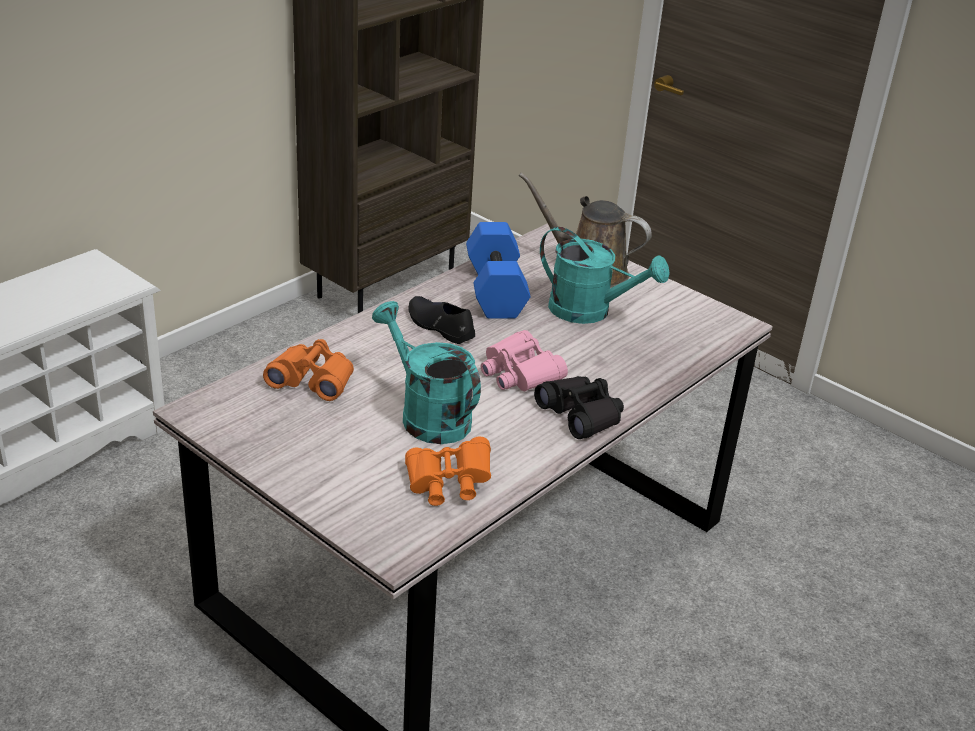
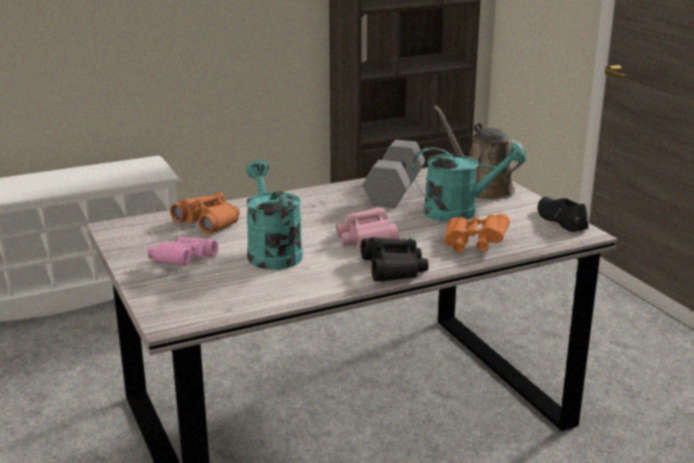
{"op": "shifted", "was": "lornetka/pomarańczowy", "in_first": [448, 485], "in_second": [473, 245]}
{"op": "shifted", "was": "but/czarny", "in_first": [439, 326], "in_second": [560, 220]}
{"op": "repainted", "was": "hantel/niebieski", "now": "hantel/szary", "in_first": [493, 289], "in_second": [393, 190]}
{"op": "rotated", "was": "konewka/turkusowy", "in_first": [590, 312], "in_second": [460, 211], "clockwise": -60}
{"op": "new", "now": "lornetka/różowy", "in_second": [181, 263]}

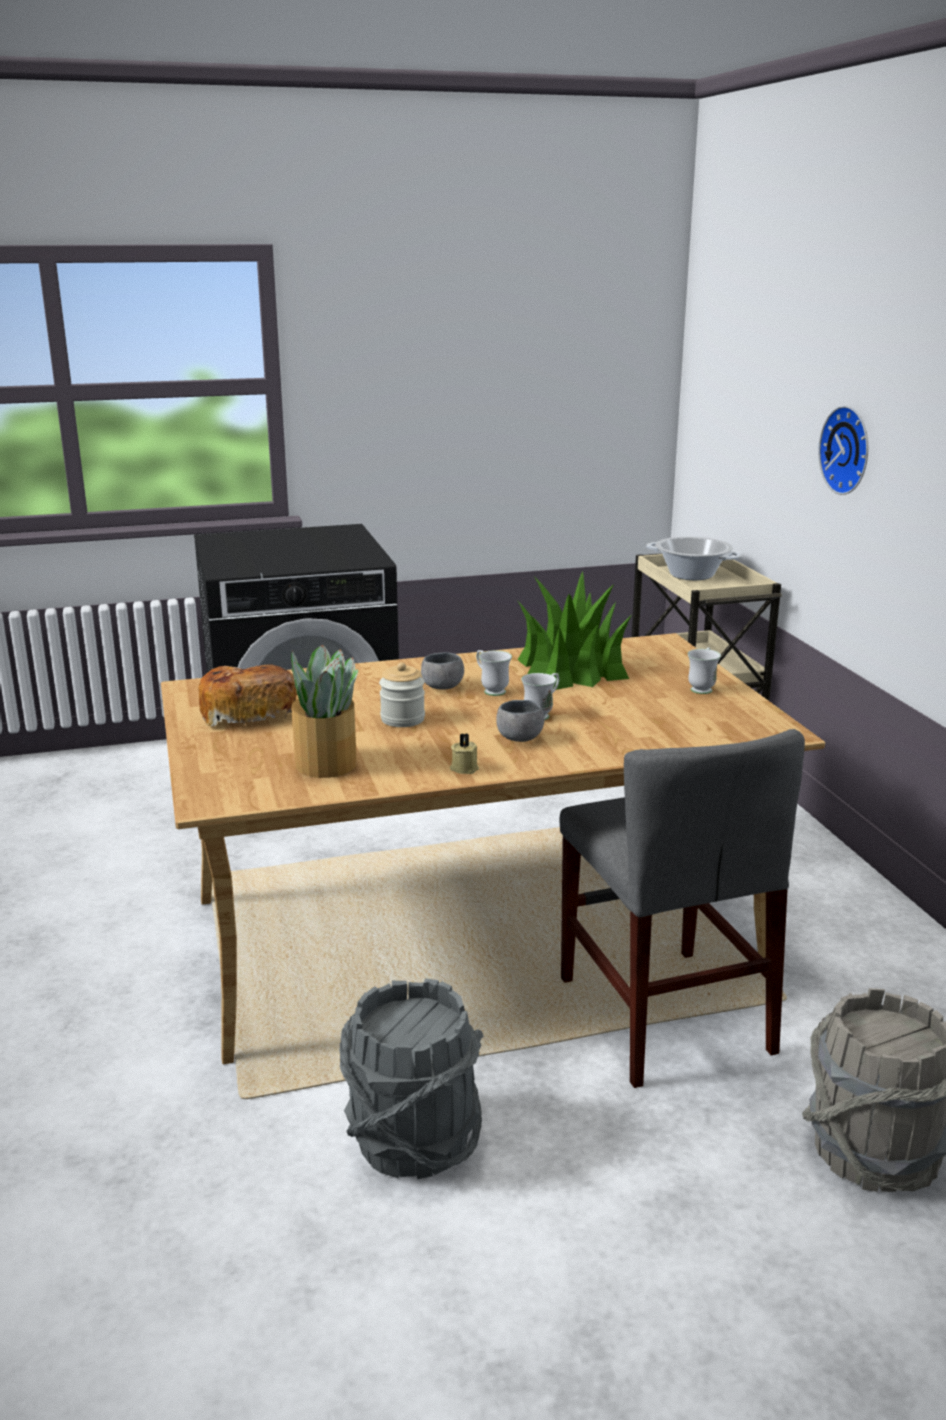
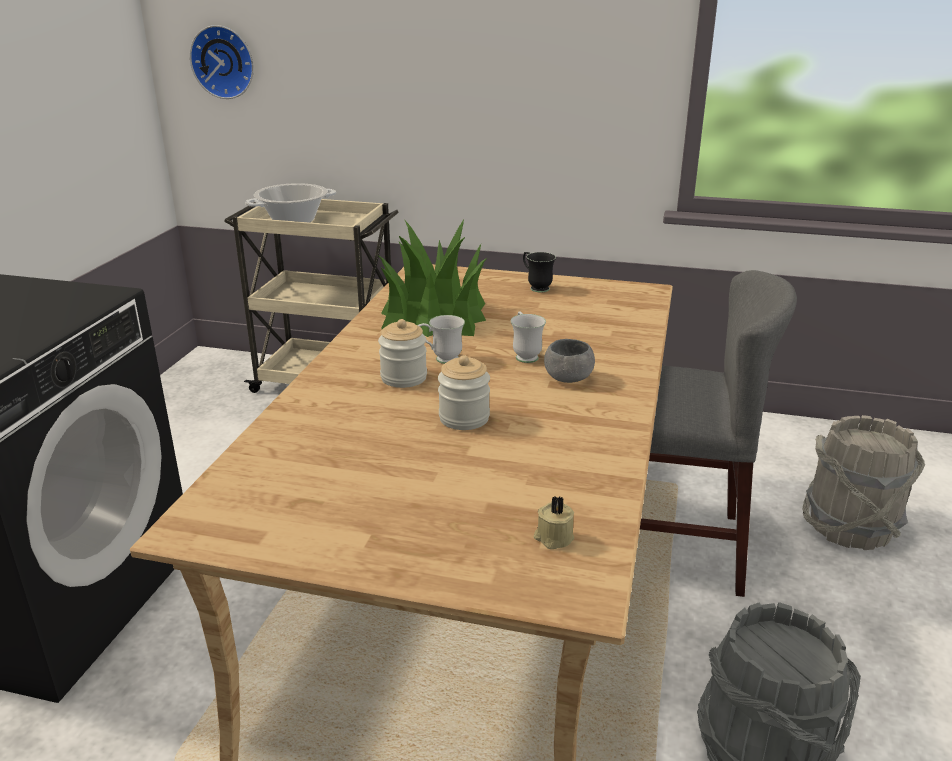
{"op": "gone", "was": "chleb", "in_first": [247, 711]}
{"op": "gone", "was": "roślina doniczkowa", "in_first": [326, 762]}
{"op": "swapped", "was": "miska/szary", "now": "słoik", "in_first": [442, 687], "in_second": [403, 378]}
{"op": "shifted", "was": "świeca/beżowy", "in_first": [464, 768], "in_second": [553, 538]}
{"op": "repainted", "was": "kubek/biały", "now": "kubek/czarny", "in_first": [702, 688], "in_second": [536, 287]}
{"op": "shifted", "was": "zegar ścienny", "in_first": [849, 450], "in_second": [224, 62]}

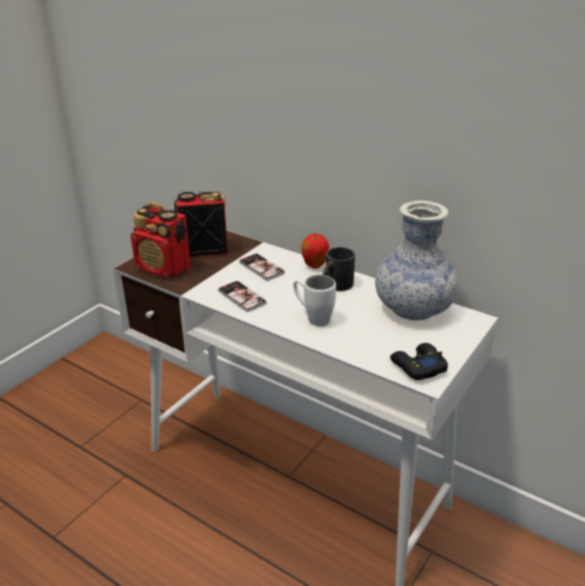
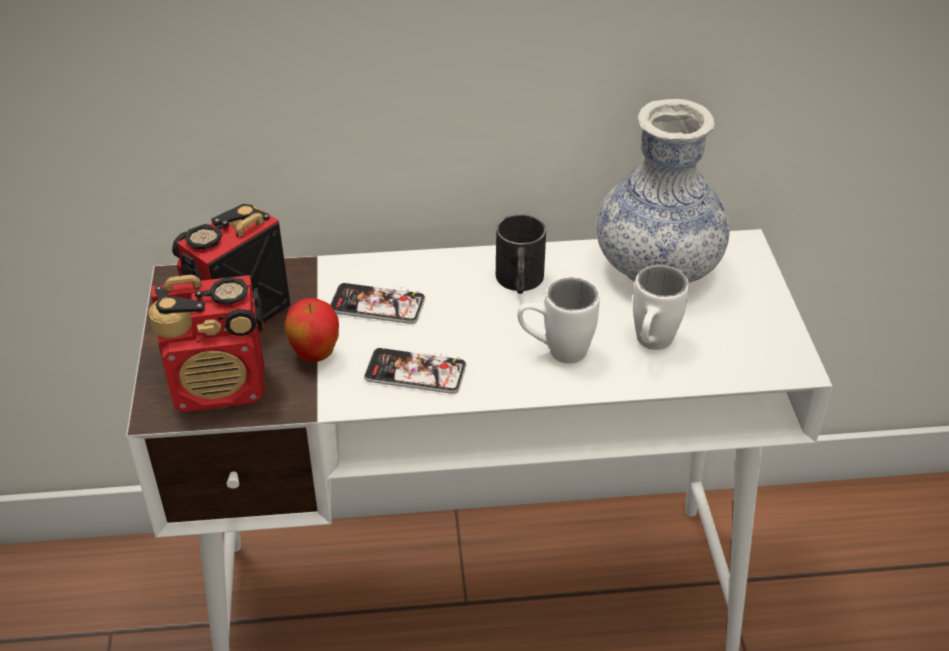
{"op": "shifted", "was": "jabłko", "in_first": [314, 266], "in_second": [315, 355]}
{"op": "gone", "was": "pad do gier/czarny", "in_first": [417, 366]}
{"op": "new", "now": "kubek/biały", "in_second": [651, 346]}

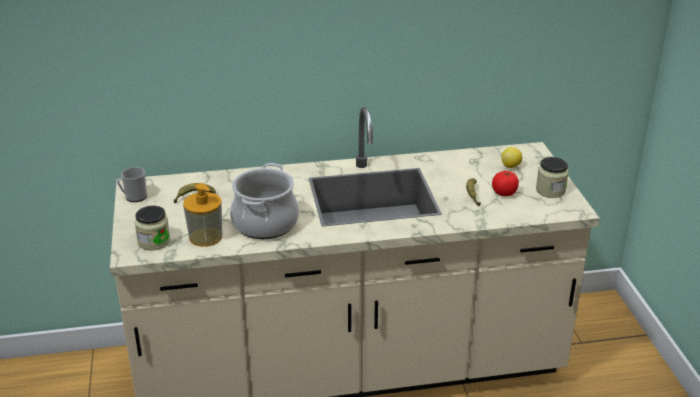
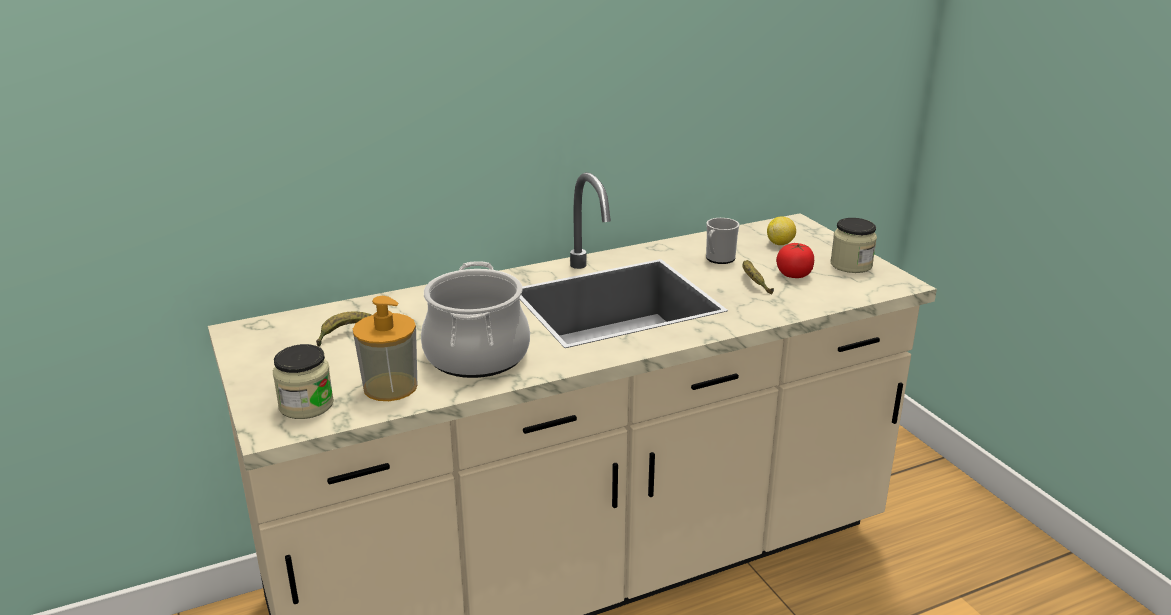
{"op": "shifted", "was": "kubek", "in_first": [133, 197], "in_second": [718, 259]}

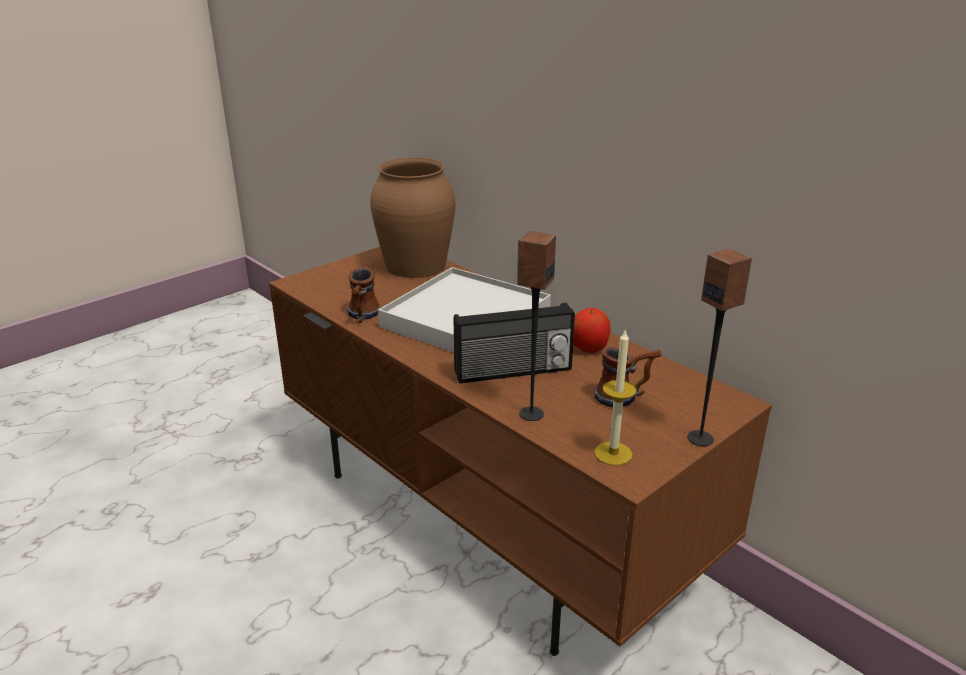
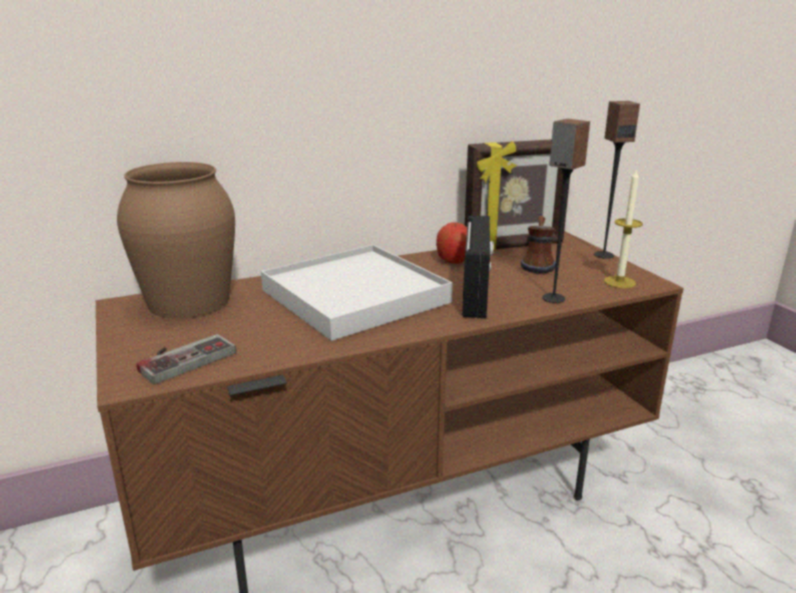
{"op": "gone", "was": "kubek", "in_first": [362, 316]}
{"op": "new", "now": "pad do gier", "in_second": [182, 357]}
{"op": "new", "now": "ramka na zdjęcie", "in_second": [514, 246]}

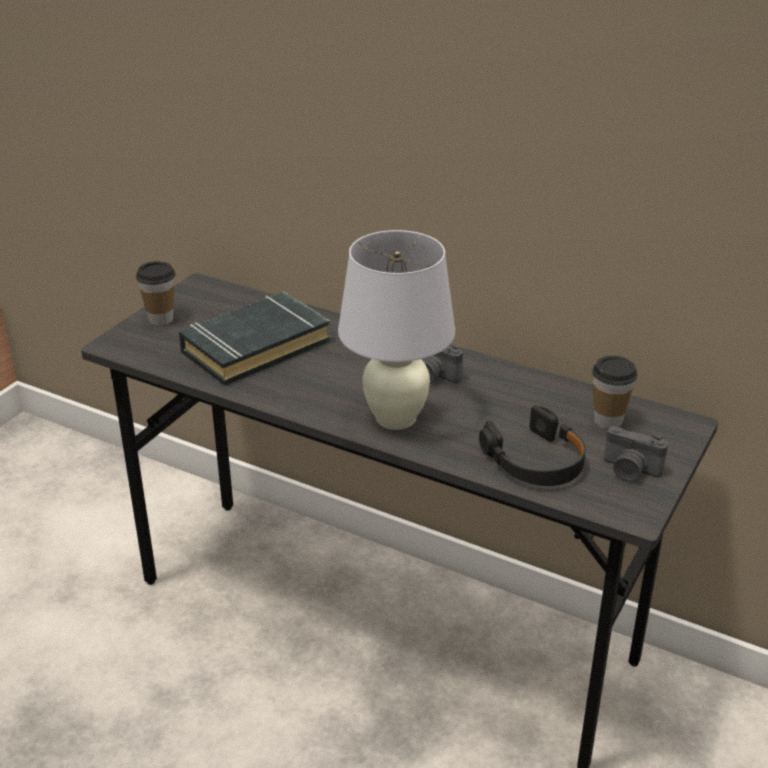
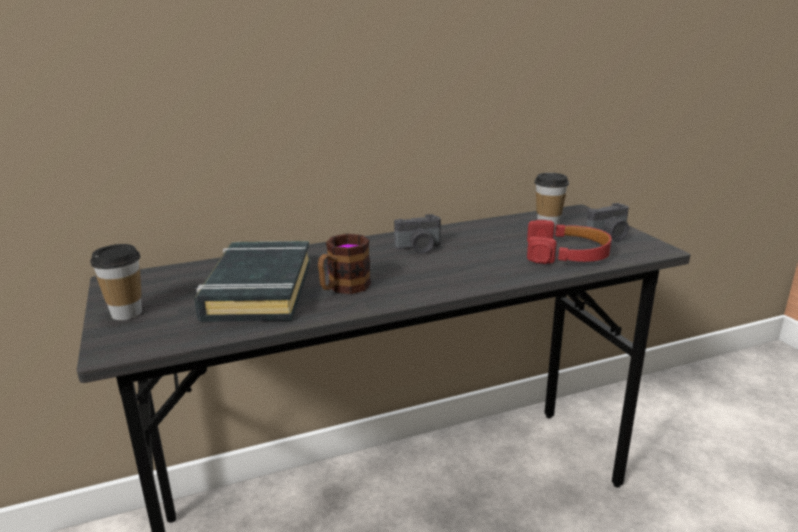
{"op": "gone", "was": "lampa stołowa/biały", "in_first": [395, 418]}
{"op": "repainted", "was": "słuchawki/czarny", "now": "słuchawki/czerwony", "in_first": [536, 461], "in_second": [567, 254]}
{"op": "new", "now": "kubek", "in_second": [343, 288]}

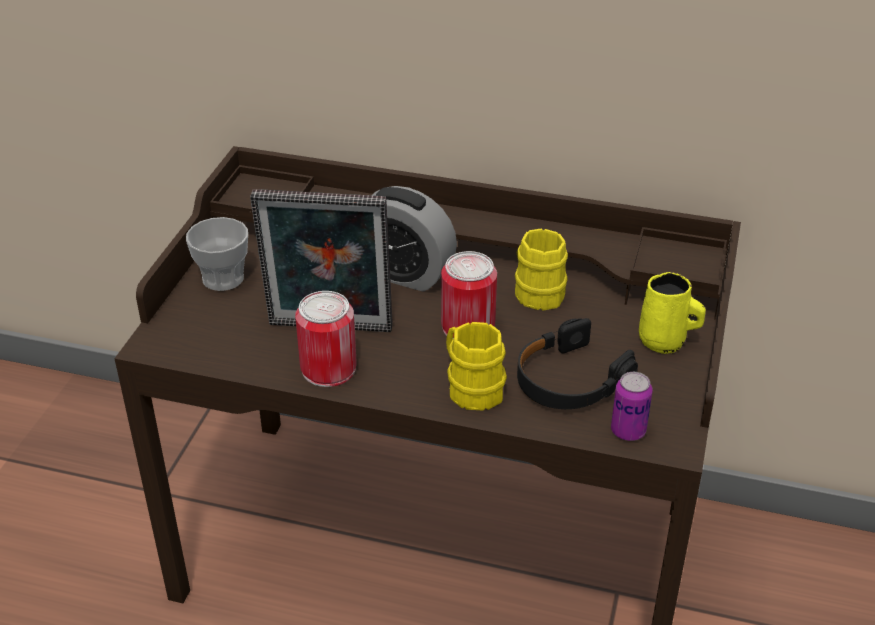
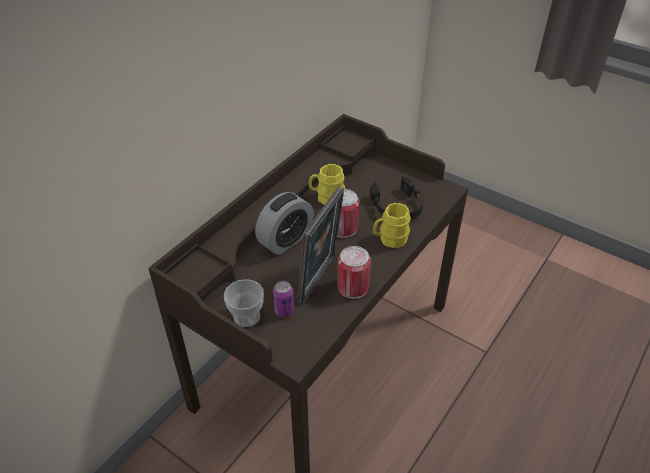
{"op": "shifted", "was": "puszka", "in_first": [628, 431], "in_second": [284, 311]}
{"op": "gone", "was": "kubek/żółty", "in_first": [664, 342]}

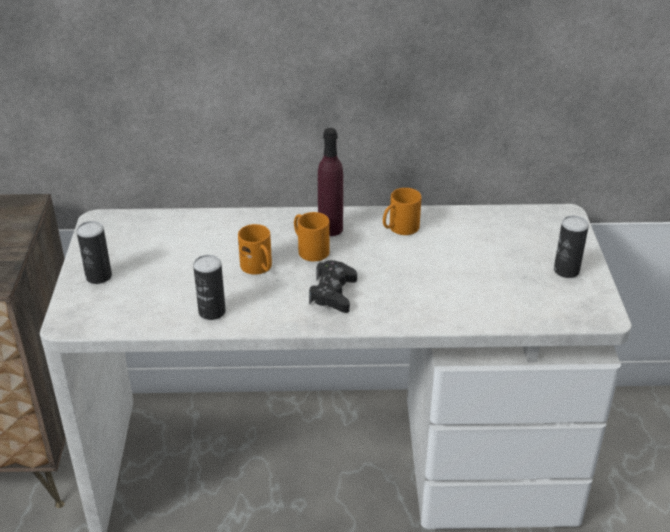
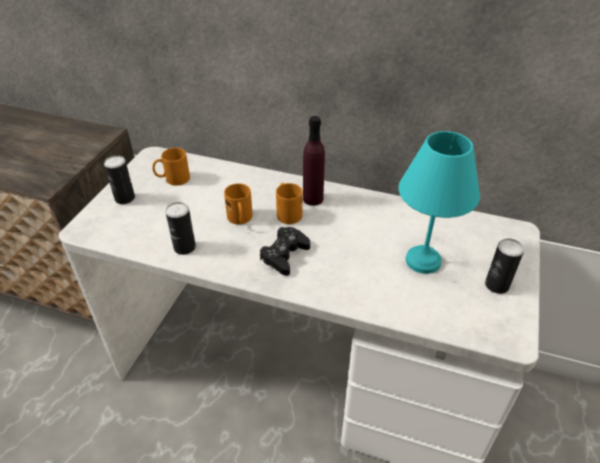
{"op": "shifted", "was": "kubek/pomarańczowy", "in_first": [399, 229], "in_second": [172, 179]}
{"op": "new", "now": "lampa stołowa/turkusowy", "in_second": [423, 259]}

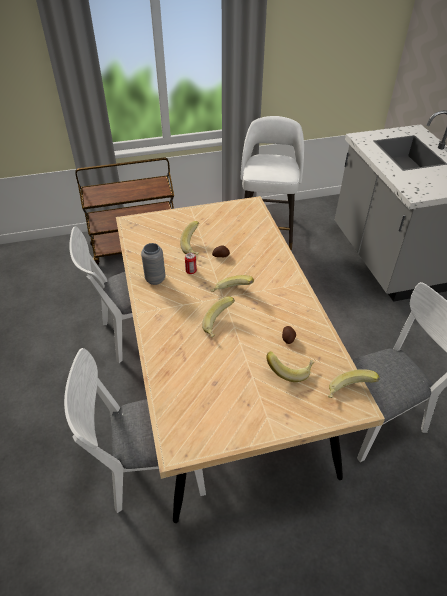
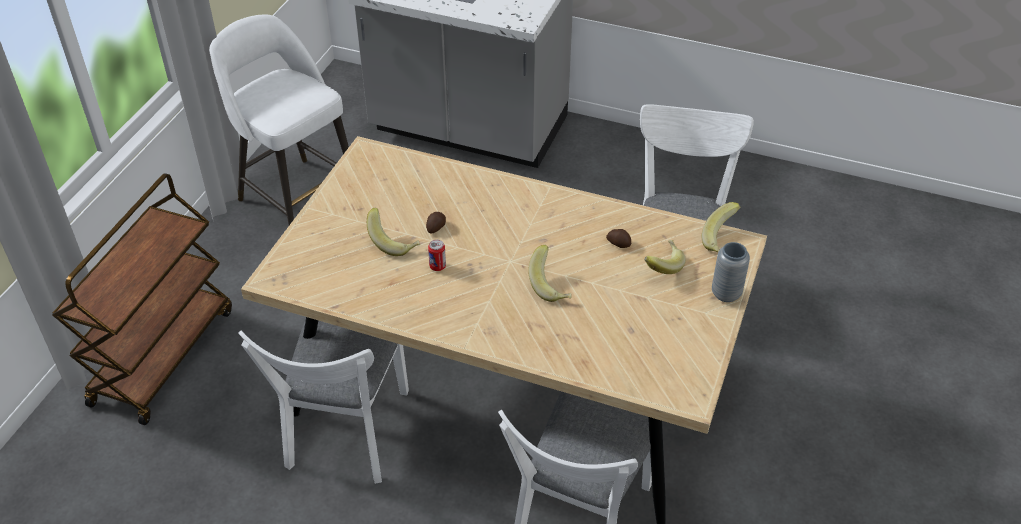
{"op": "shifted", "was": "wazon/szary", "in_first": [155, 279], "in_second": [726, 294]}
{"op": "gone", "was": "banan", "in_first": [231, 293]}

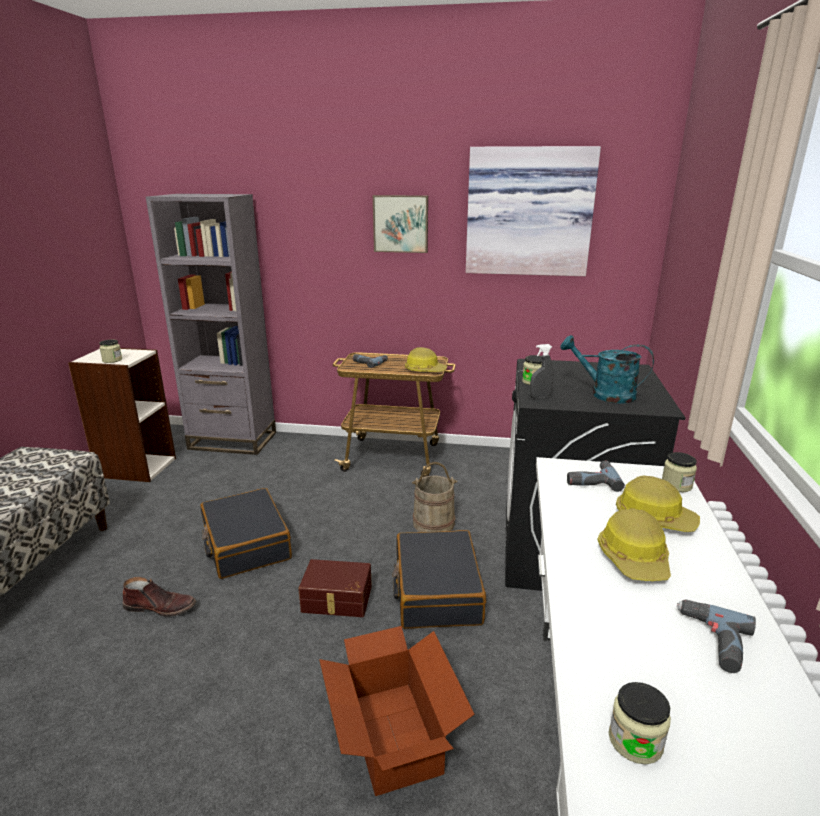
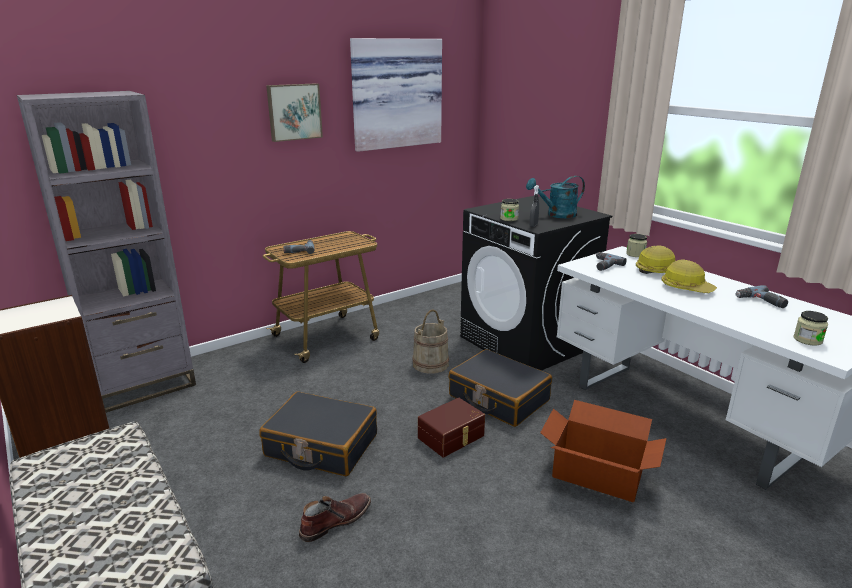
{"op": "gone", "was": "słoik", "in_first": [112, 360]}
{"op": "gone", "was": "kask", "in_first": [425, 370]}

